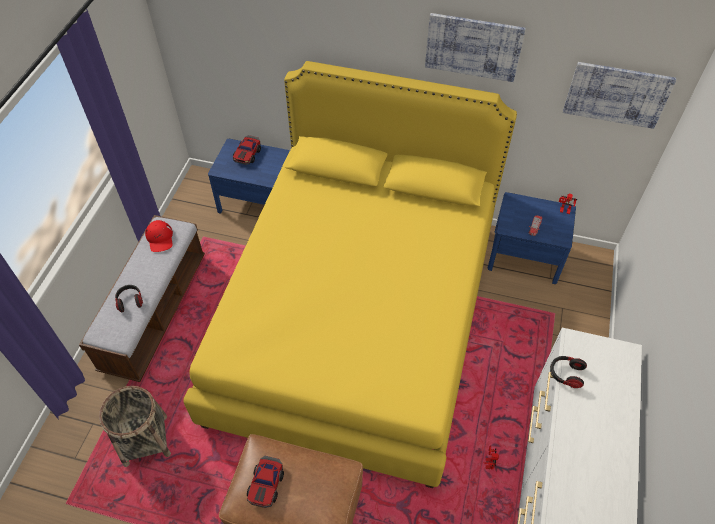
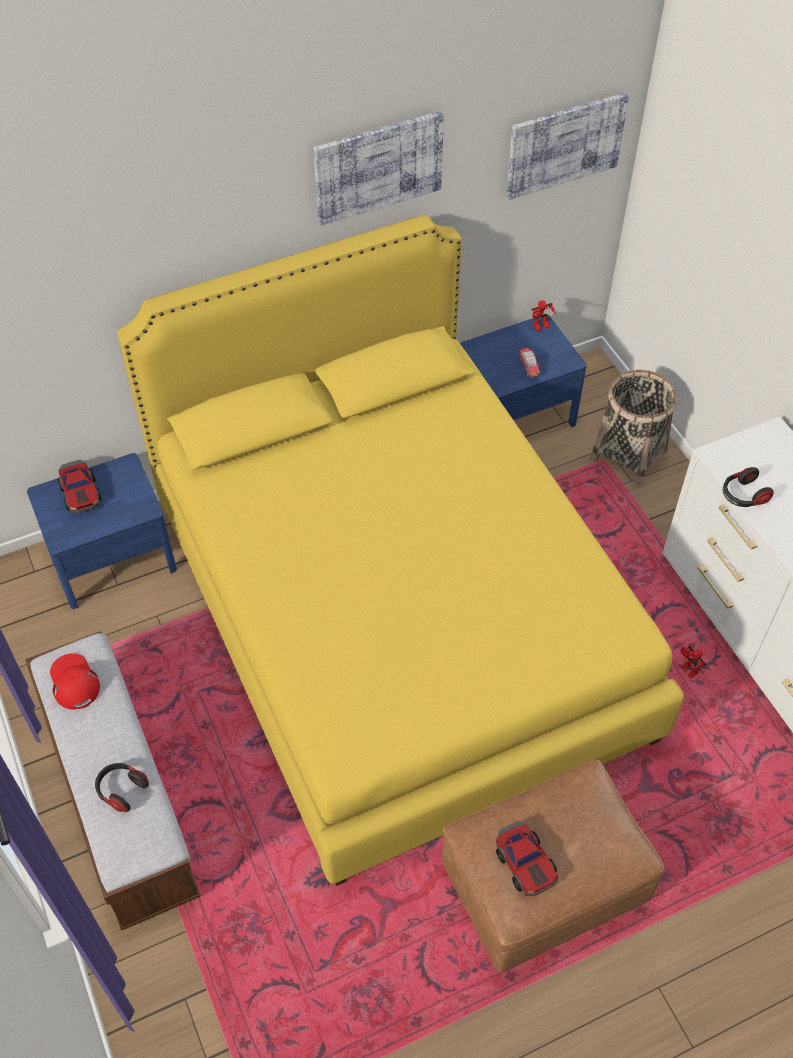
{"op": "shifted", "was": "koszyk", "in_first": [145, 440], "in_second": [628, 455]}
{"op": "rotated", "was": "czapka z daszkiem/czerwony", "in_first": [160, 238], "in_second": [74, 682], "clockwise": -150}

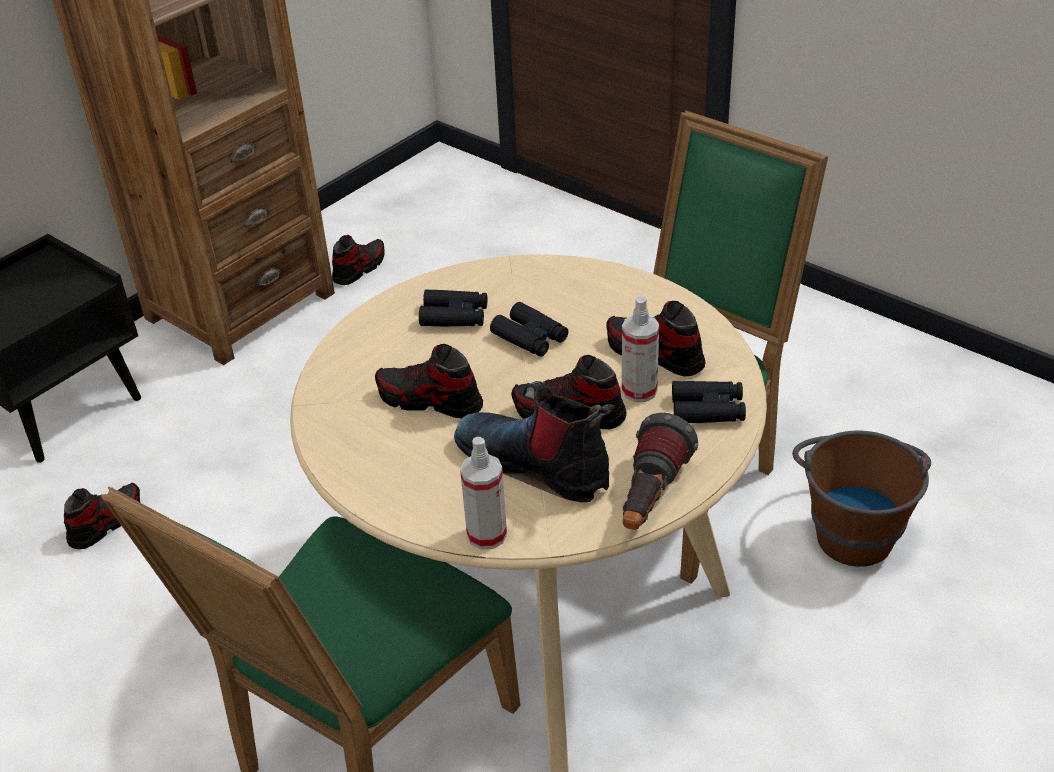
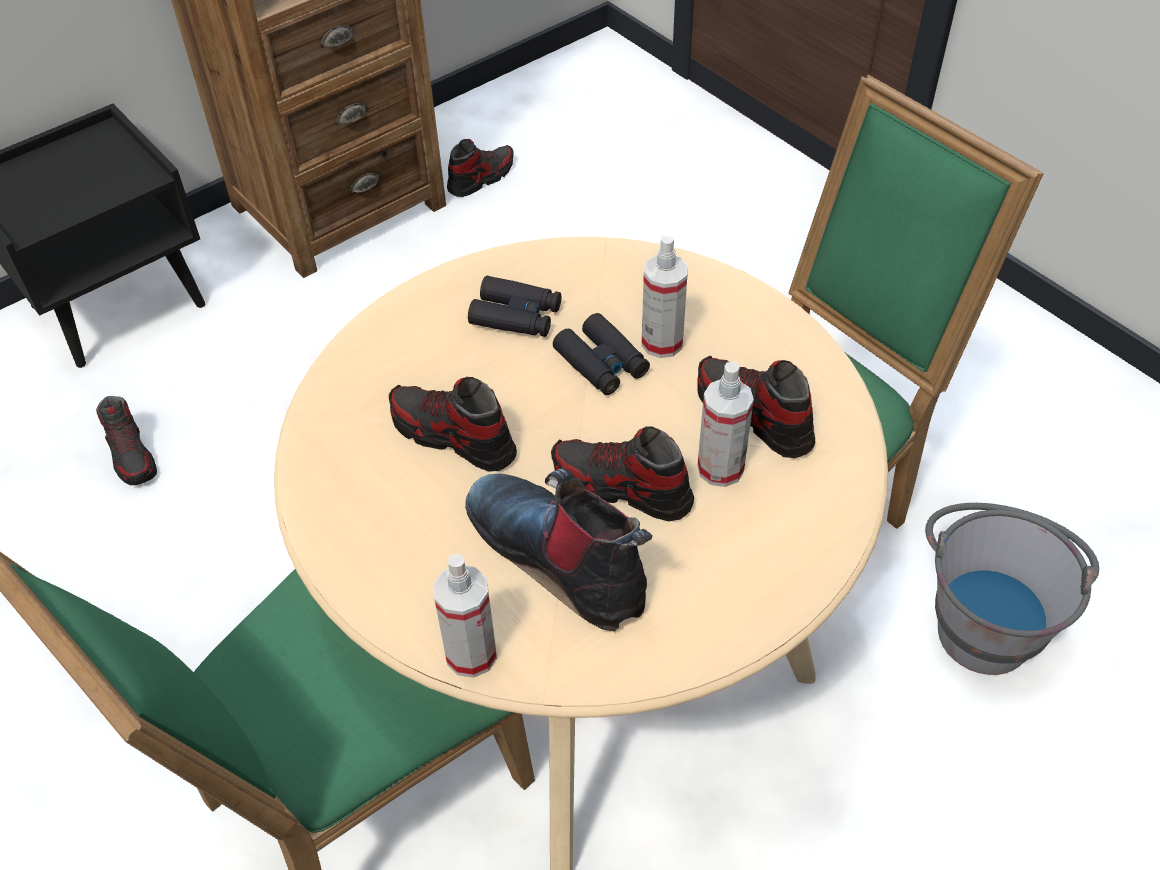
{"op": "rotated", "was": "but", "in_first": [106, 522], "in_second": [132, 455], "clockwise": 105}
{"op": "gone", "was": "latarka", "in_first": [650, 499]}
{"op": "gone", "was": "lornetka/czarny", "in_first": [708, 410]}
{"op": "repainted", "was": "wiadro/brązowy", "now": "wiadro/szary", "in_first": [852, 526], "in_second": [984, 617]}
{"op": "new", "now": "spryskiwacz", "in_second": [662, 342]}

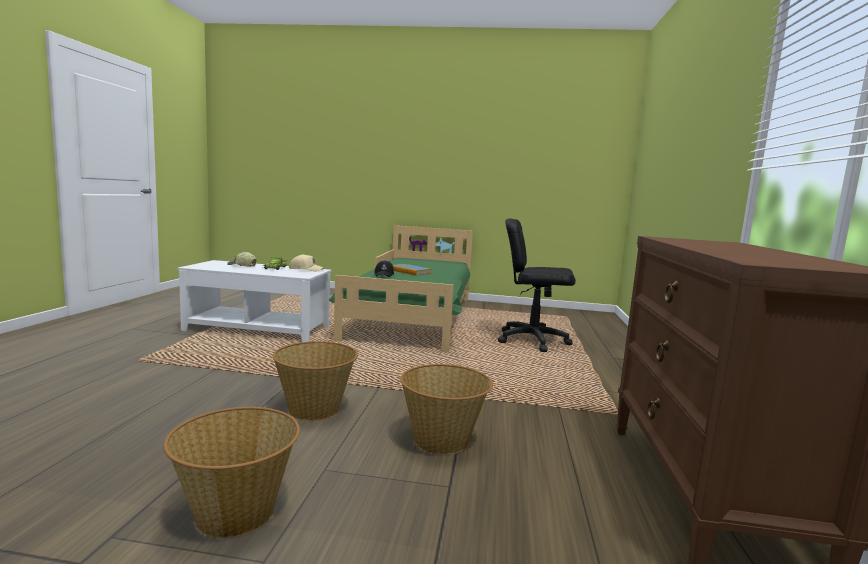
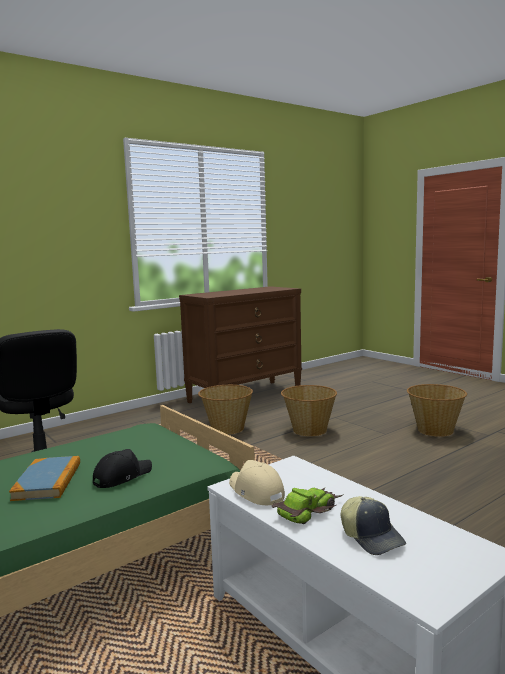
{"op": "shifted", "was": "koszyk", "in_first": [315, 409], "in_second": [227, 428]}

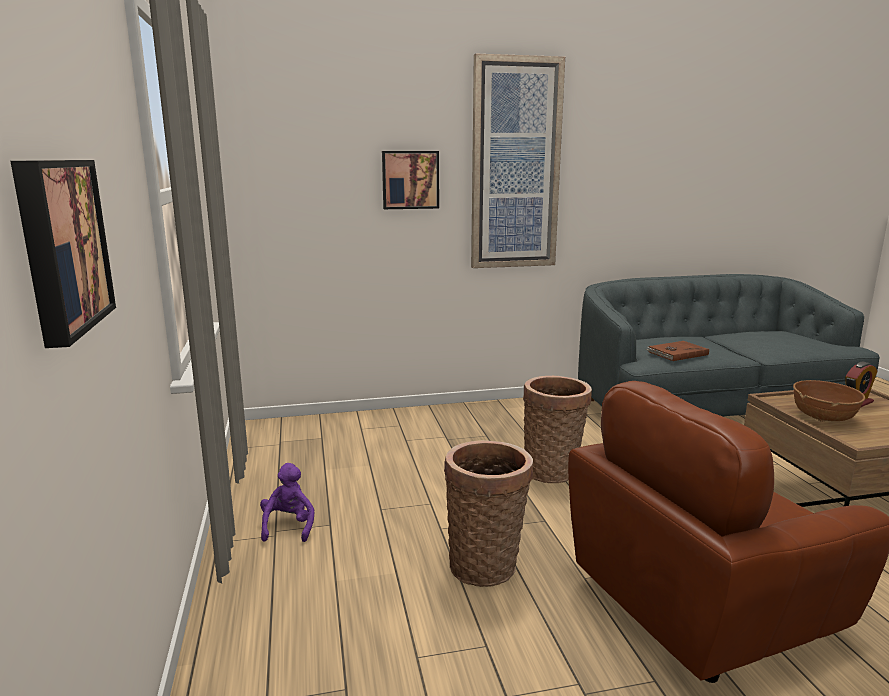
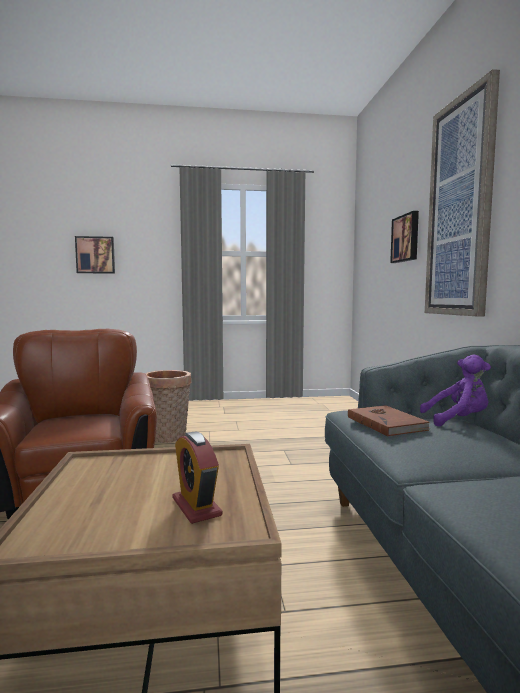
{"op": "shifted", "was": "pluszak/fioletowy", "in_first": [289, 526], "in_second": [458, 420]}
{"op": "gone", "was": "koszyk", "in_first": [553, 470]}
{"op": "gone", "was": "miska/brązowy", "in_first": [823, 417]}

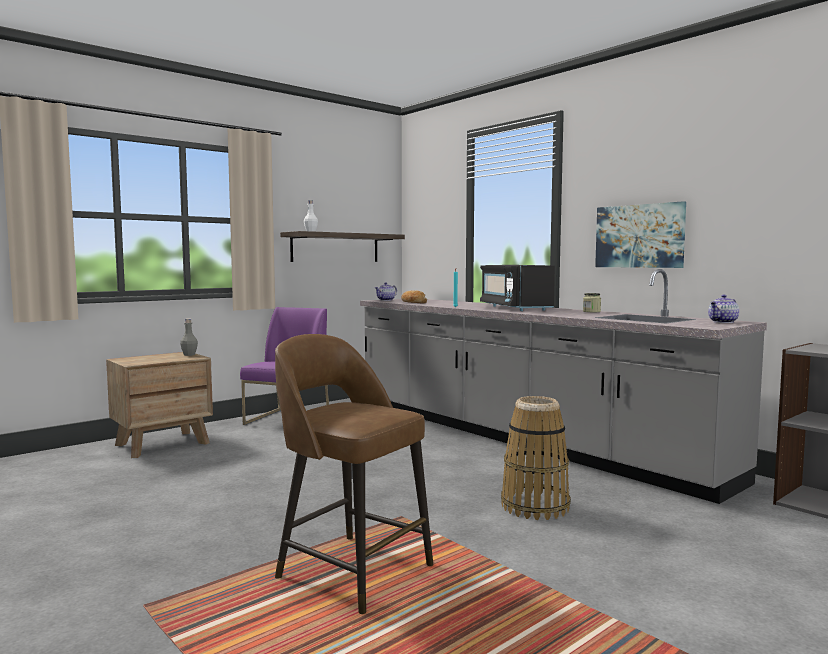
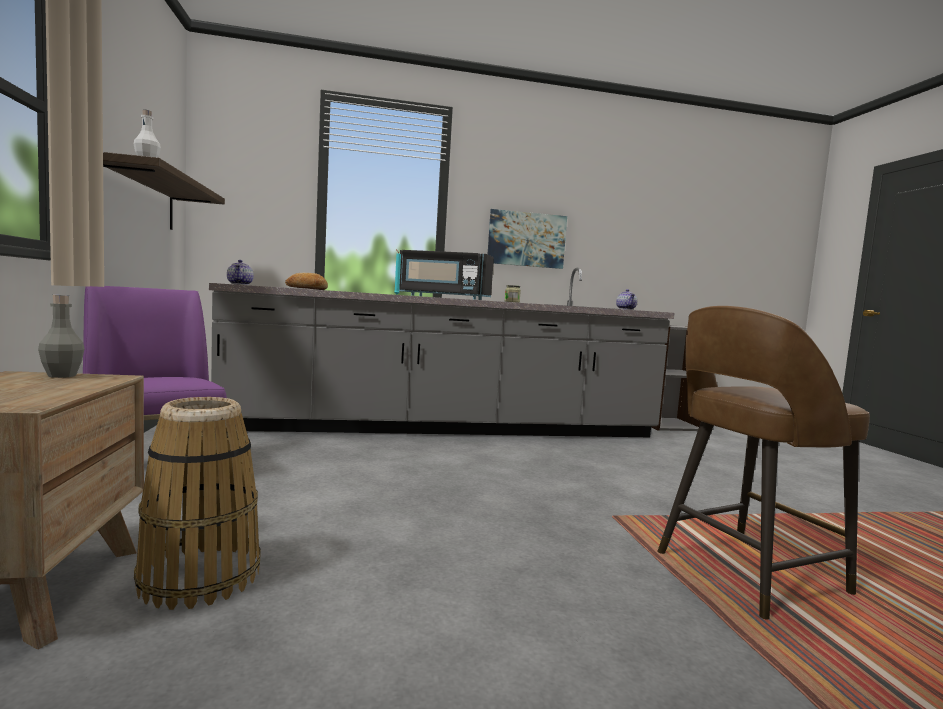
{"op": "shifted", "was": "koszyk", "in_first": [535, 506], "in_second": [200, 577]}

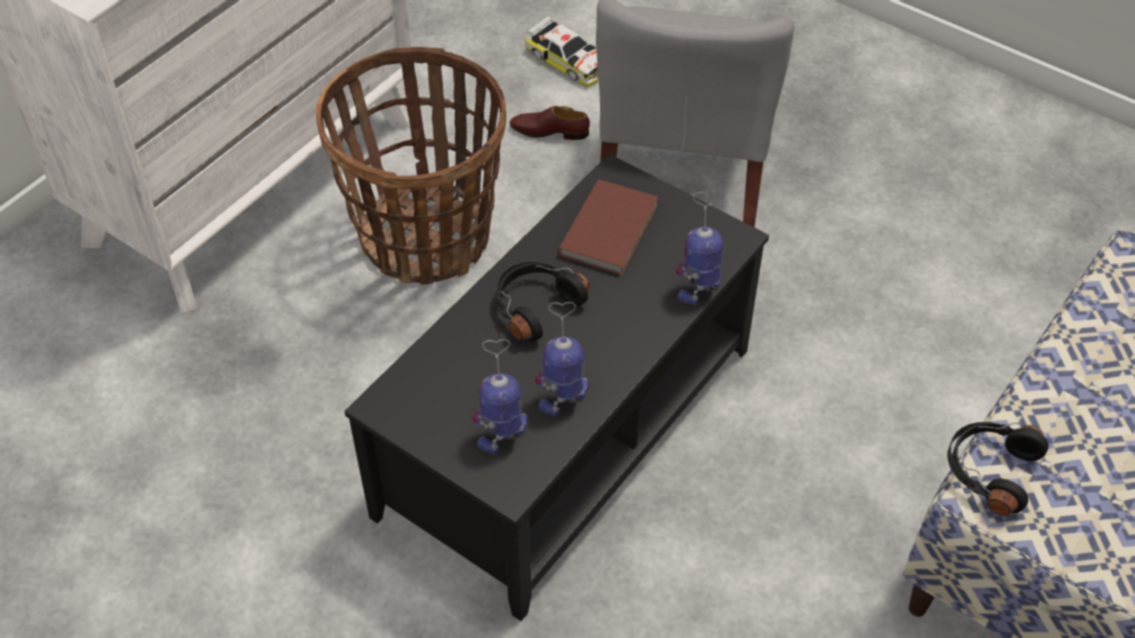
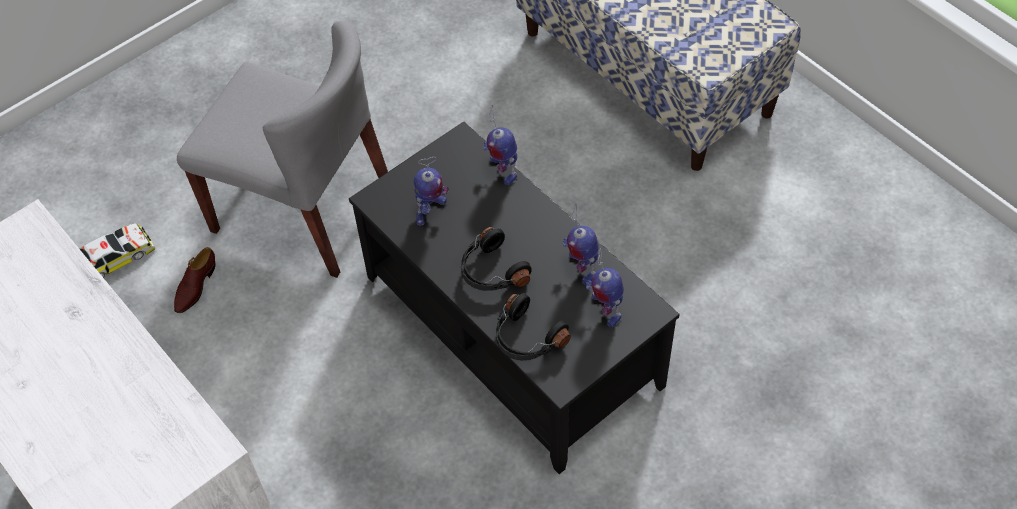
{"op": "gone", "was": "koszyk", "in_first": [426, 237]}
{"op": "swapped", "was": "książka/brązowy", "now": "robot zabawkowy", "in_first": [611, 229], "in_second": [430, 211]}
{"op": "shifted", "was": "słuchawki/czarny", "in_first": [989, 471], "in_second": [527, 338]}

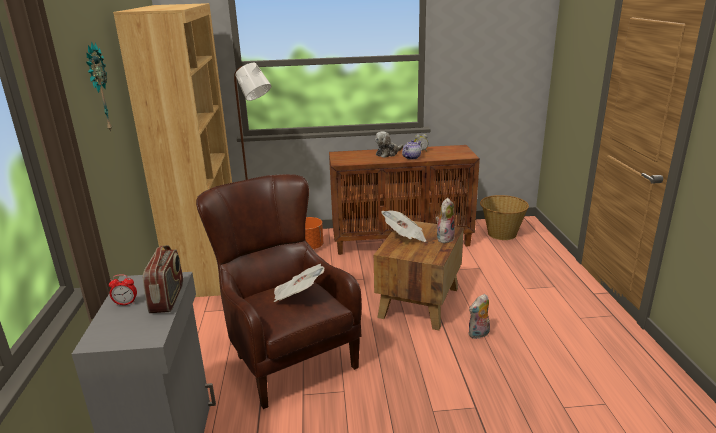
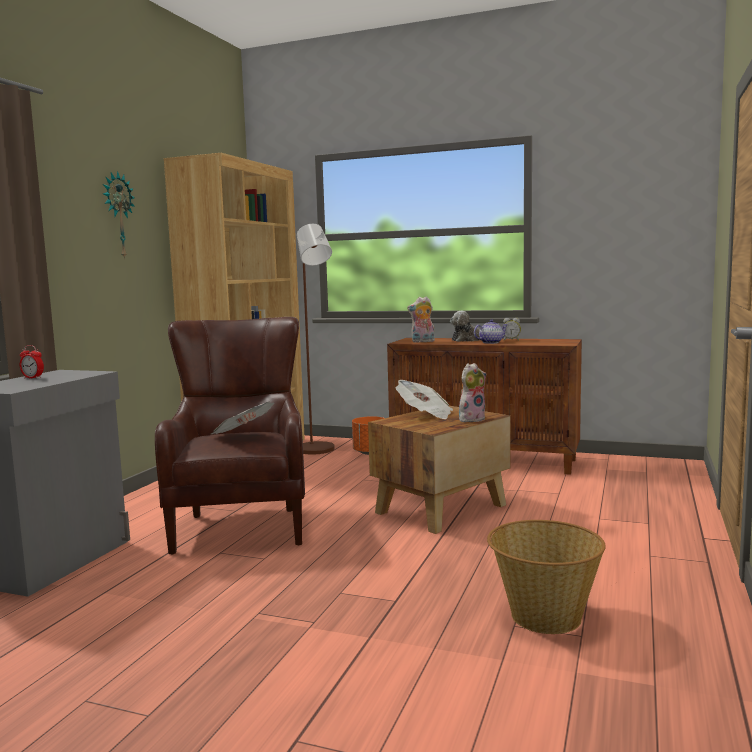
{"op": "gone", "was": "radio", "in_first": [168, 298]}
{"op": "shifted", "was": "pluszak", "in_first": [479, 334], "in_second": [422, 342]}
{"op": "shifted", "was": "koszyk", "in_first": [501, 234], "in_second": [544, 616]}

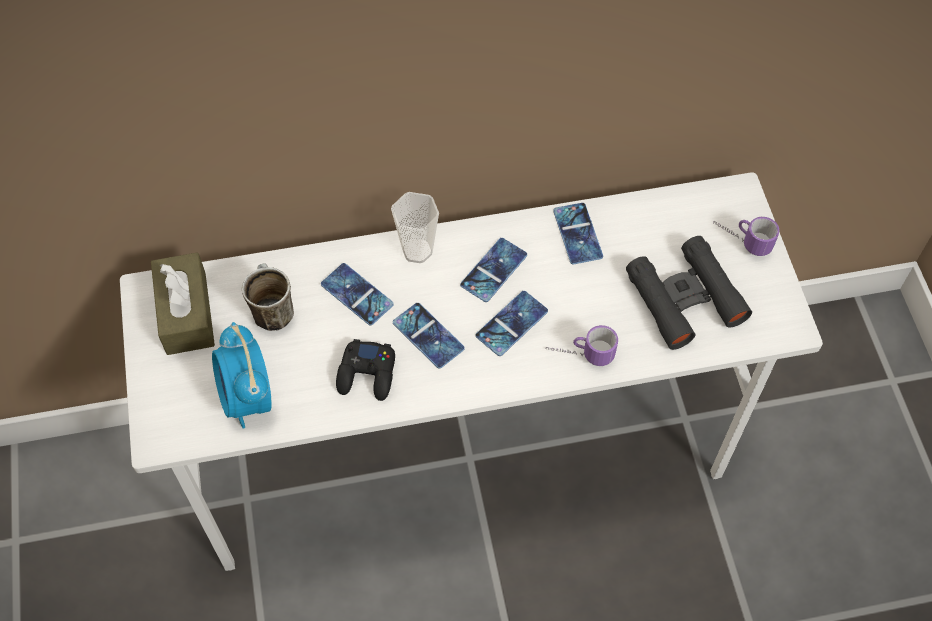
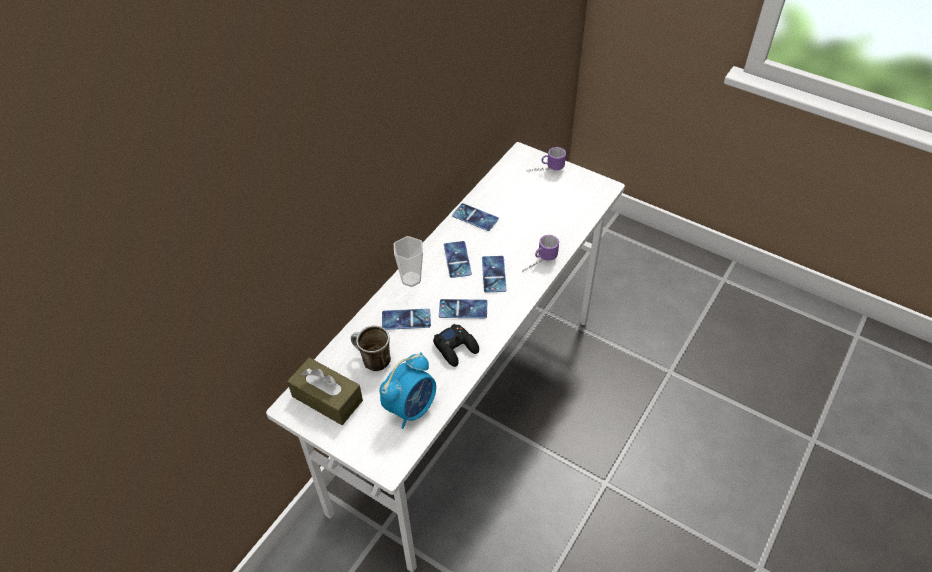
{"op": "rotated", "was": "budzik", "in_first": [248, 398], "in_second": [411, 408], "clockwise": -75}
{"op": "gone", "was": "lornetka/czarny", "in_first": [685, 298]}

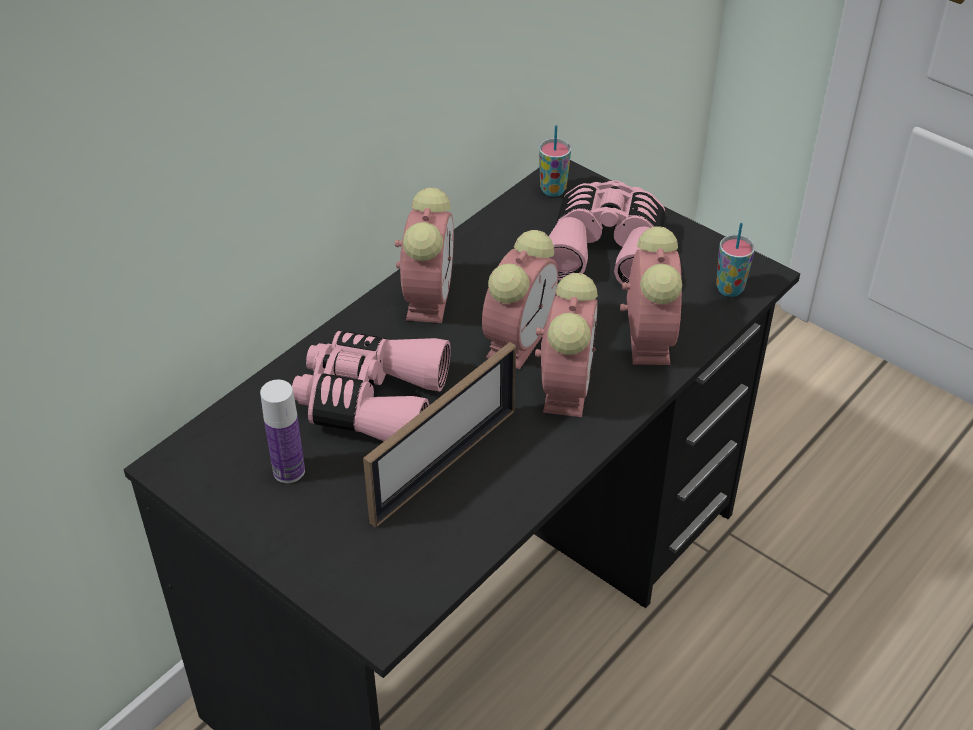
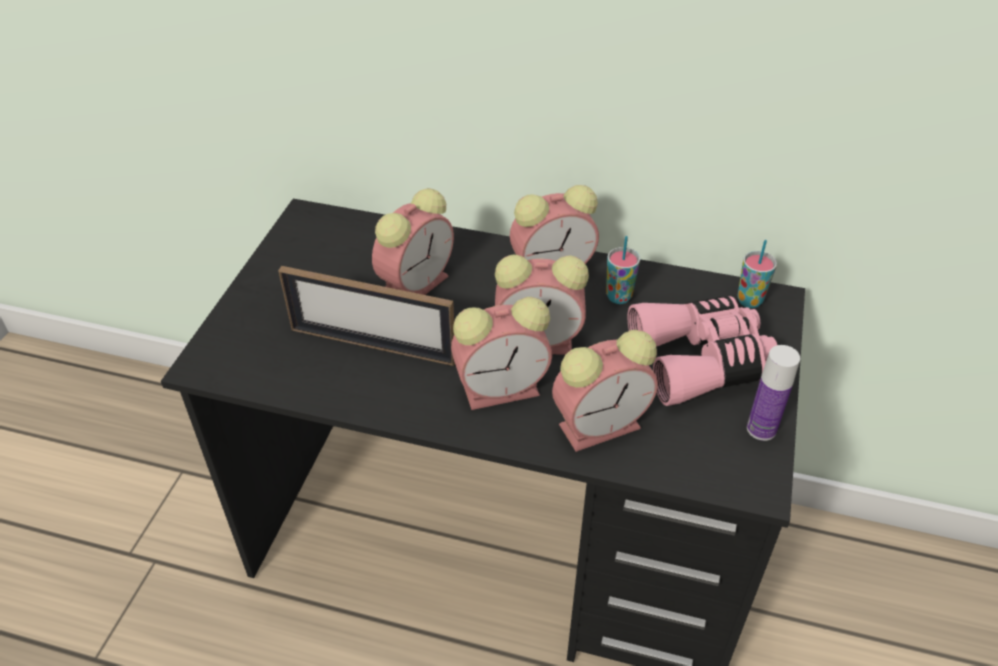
{"op": "shifted", "was": "butelka", "in_first": [289, 471], "in_second": [761, 429]}
{"op": "swapped", "was": "lornetka/różowy", "now": "budzik", "in_first": [371, 401], "in_second": [417, 284]}
{"op": "shifted", "was": "filiżanka", "in_first": [730, 289], "in_second": [618, 297]}

